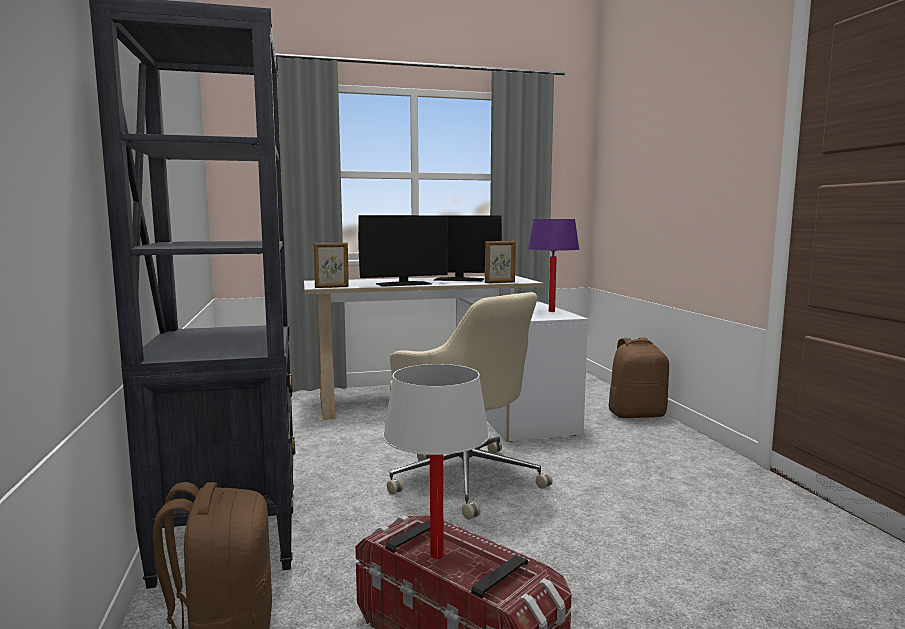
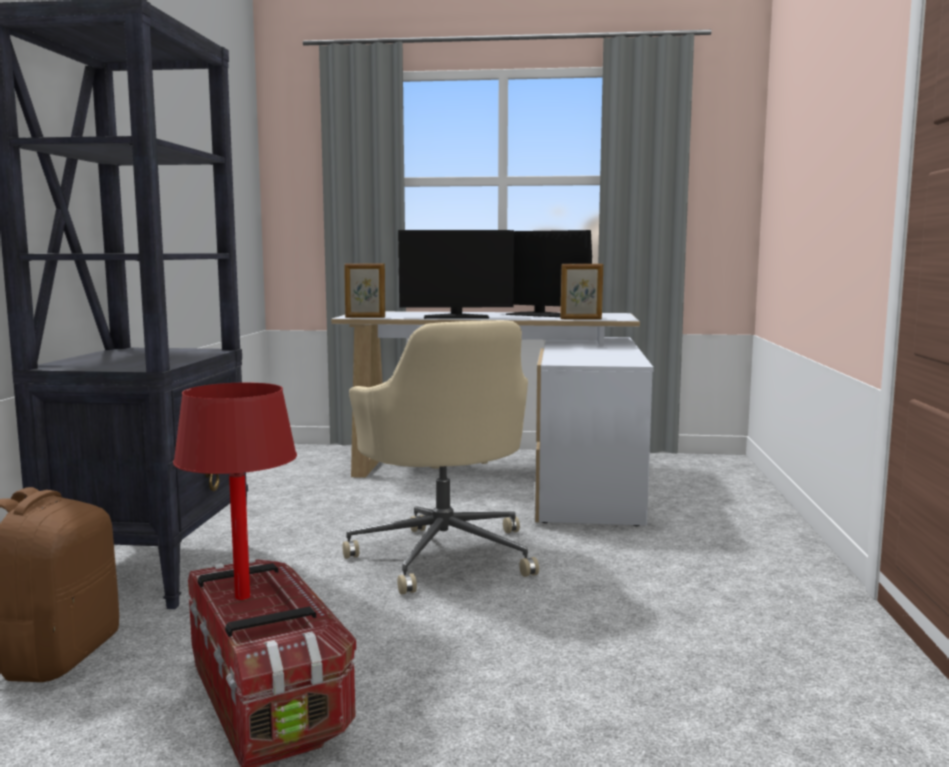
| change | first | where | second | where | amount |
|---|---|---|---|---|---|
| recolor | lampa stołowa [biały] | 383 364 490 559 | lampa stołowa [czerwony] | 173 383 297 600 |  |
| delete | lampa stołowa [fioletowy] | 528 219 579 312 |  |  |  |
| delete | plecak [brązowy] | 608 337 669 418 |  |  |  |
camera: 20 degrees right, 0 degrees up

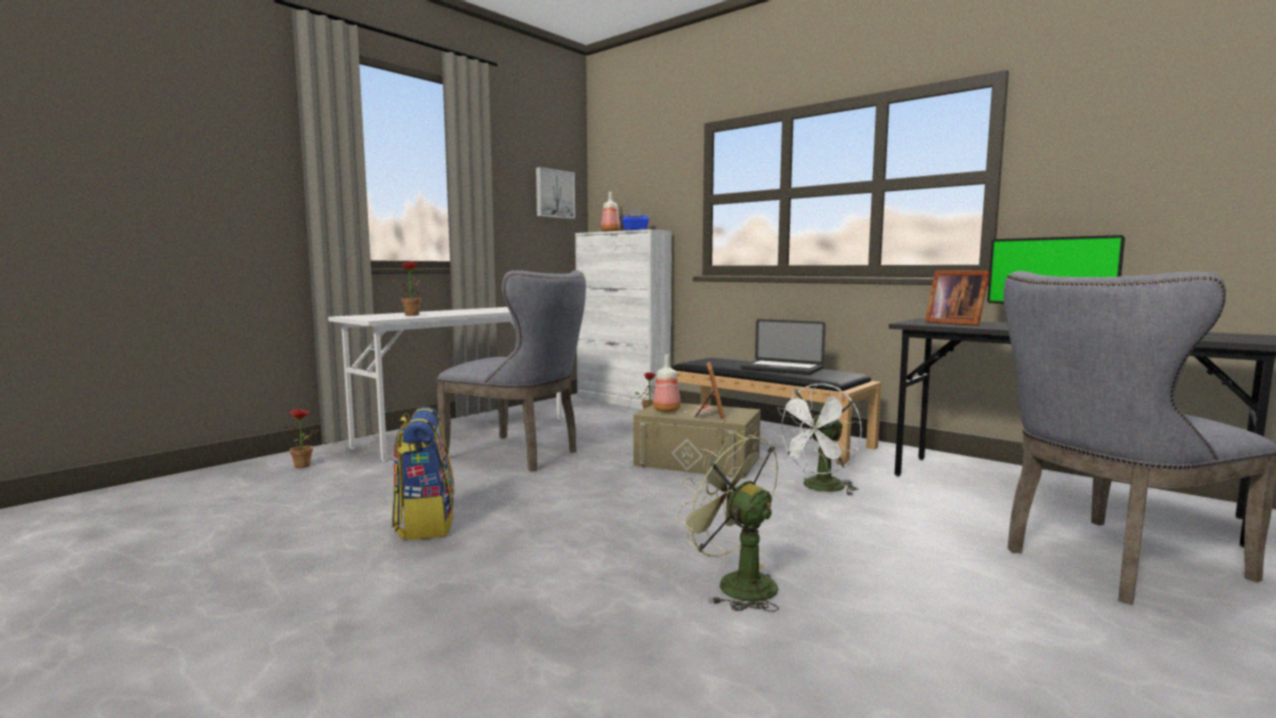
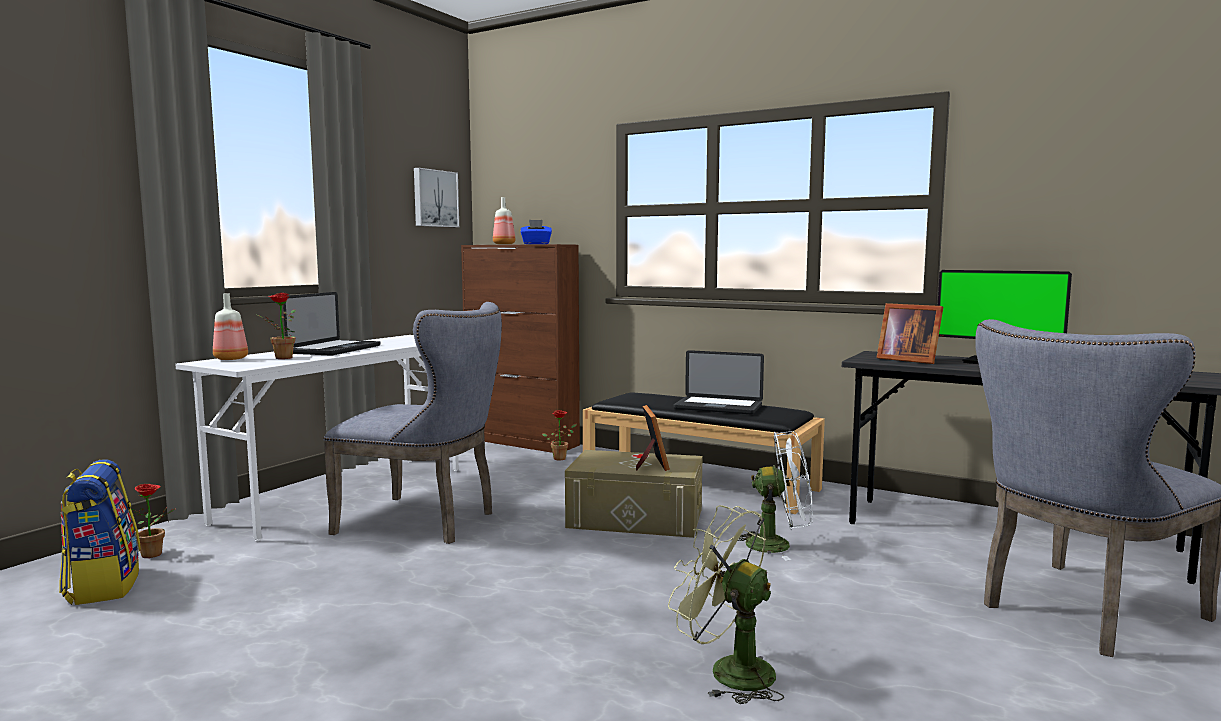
| change | first | where | second | where | amount |
|---|---|---|---|---|---|
| move | plecak | 391 407 455 540 |  | 59 459 141 605 |  |
| recolor | szafka [biały] | 575 229 672 409 | szafka [brązowy] | 461 244 580 453 |  |
| move | butelka | 653 354 681 412 |  | 213 294 248 360 |  |
| rotate | wentylator [biały] | 774 383 862 496 |  | 738 431 813 560 | 120 degrees counterclockwise |
| insert |  |  | laptop | 283 292 380 356 |  |
camera: 10 degrees left, 0 degrees up

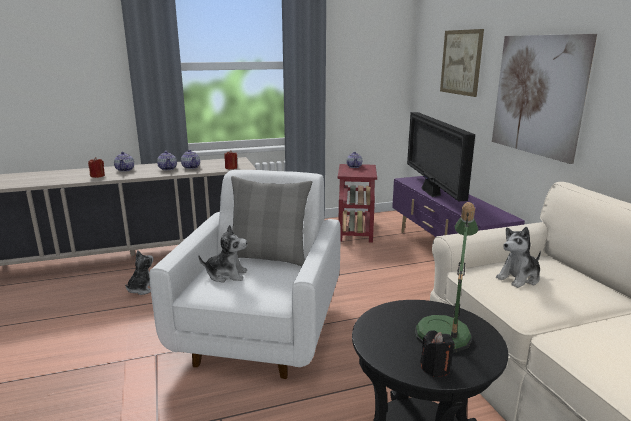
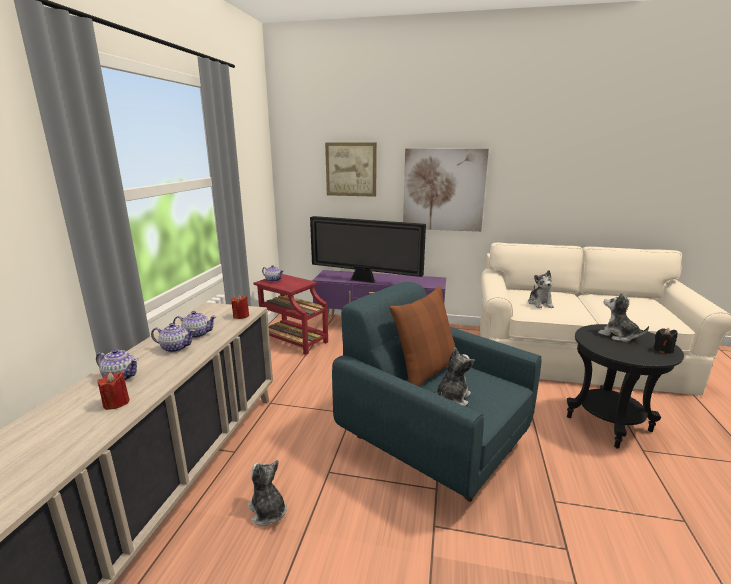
| change | first | where | second | where | amount |
|---|---|---|---|---|---|
| recolor | fotel [biały] | 149 170 341 379 | fotel [niebieski] | 332 282 541 502 |  |
| recolor | poduszka [szary] | 231 176 312 266 | poduszka [brązowy] | 389 286 456 386 |  |
| replace | lampa stołowa | 414 202 478 352 | pluszak | 598 292 649 342 |  |
camera: 60 degrees left, 0 degrees up

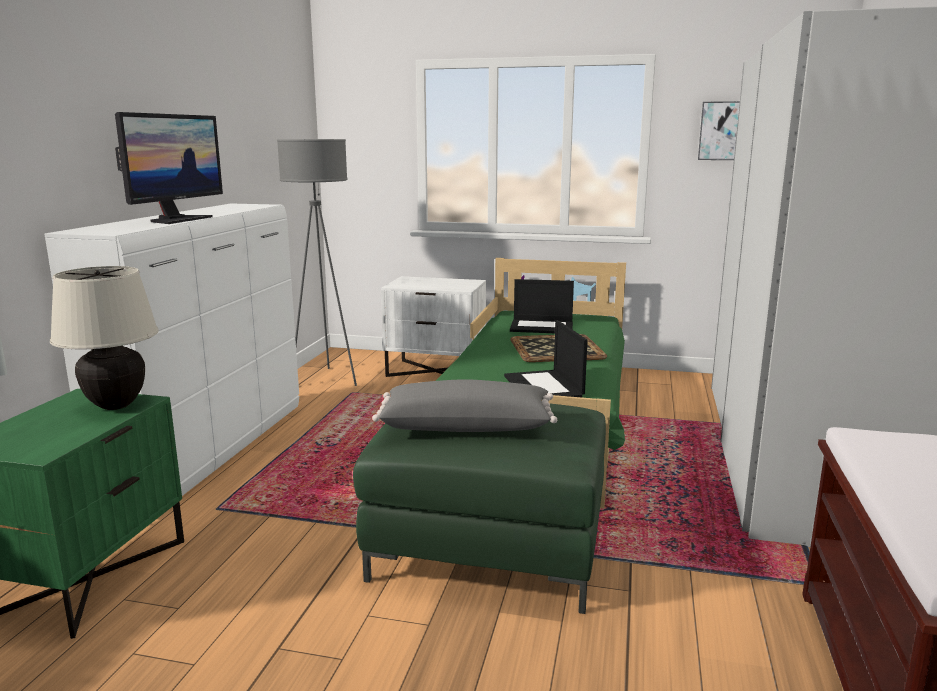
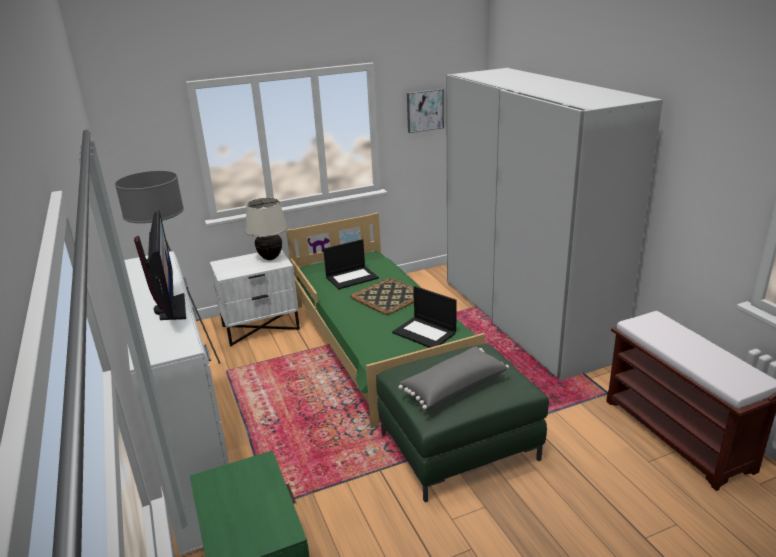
| change | first | where | second | where | amount |
|---|---|---|---|---|---|
| move | lampa stołowa [beżowy] | 50 266 159 410 |  | 245 198 288 260 |  |
camera: 35 degrees left, 10 degrees up

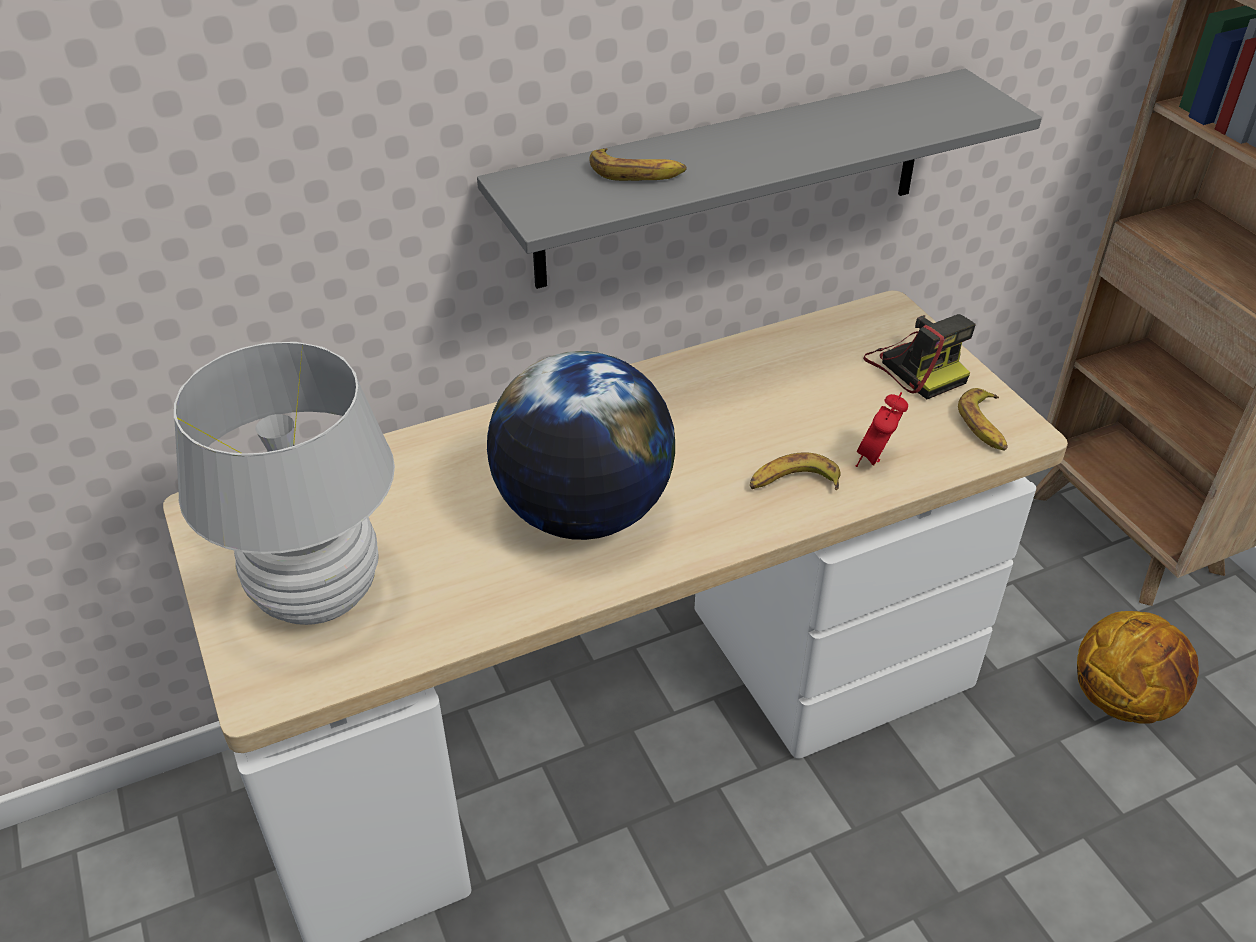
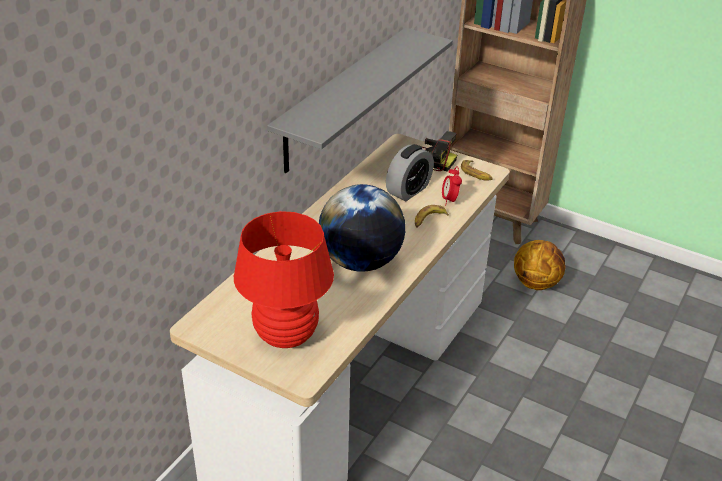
| change | first | where | second | where | amount |
|---|---|---|---|---|---|
| recolor | lampa stołowa [biały] | 174 342 395 625 | lampa stołowa [czerwony] | 234 211 334 348 |  |
| delete | banan | 590 148 687 181 |  |  |  |
| insert |  |  | budzik | 386 144 434 201 |  |
camera: 35 degrees left, 5 degrees down

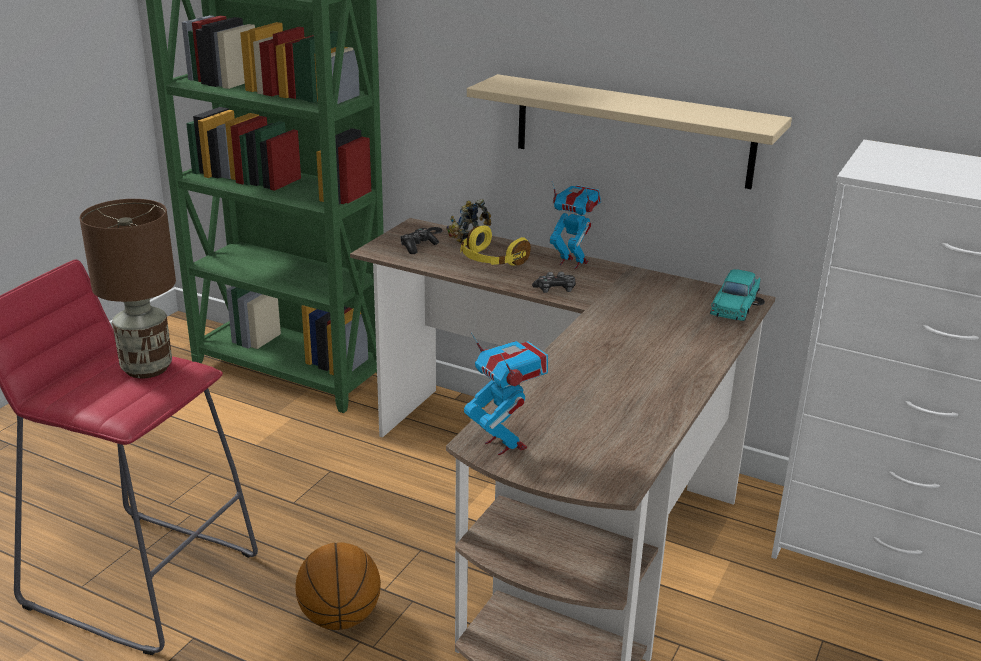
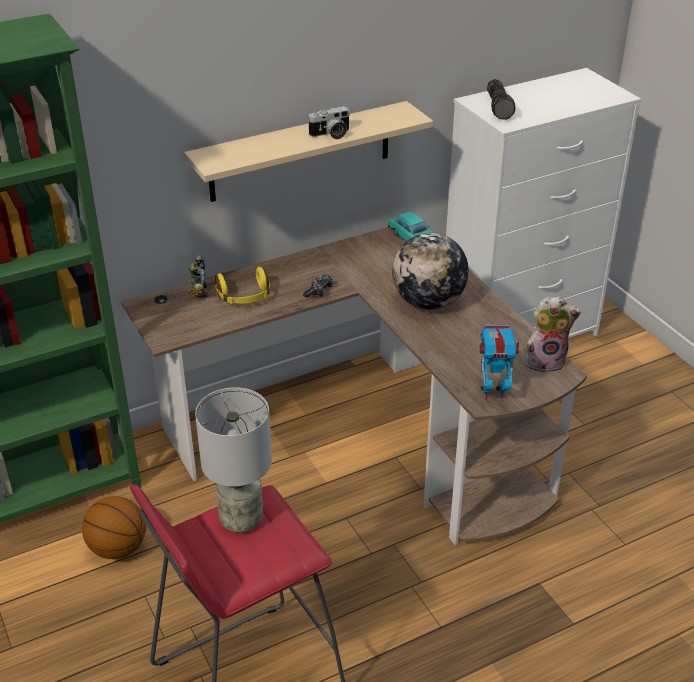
| change | first | where | second | where | amount |
|---|---|---|---|---|---|
| recolor | lampa stołowa [brązowy] | 80 199 176 378 | lampa stołowa [szary] | 195 387 272 533 |  |
| move | piłka do koszykówki | 295 542 381 630 |  | 82 496 146 559 |  |
| delete | pad do gier | 400 228 439 254 |  |  |  |
| delete | robot zabawkowy | 550 180 601 269 |  |  |  |
| insert |  |  | aparat fotograficzny | 307 106 350 139 |  |
| insert |  |  | globus | 392 233 469 309 |  |
| insert |  |  | latarka | 487 79 515 120 |  |
| insert |  |  | pluszak | 524 296 581 373 |  |
camera: 55 degrees left, 10 degrees up

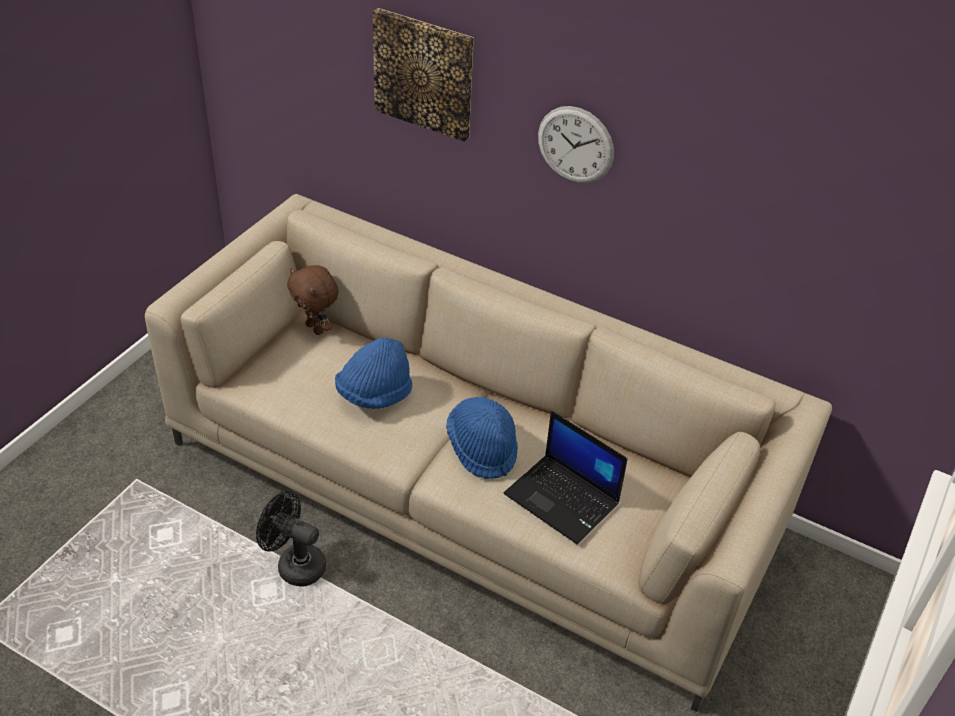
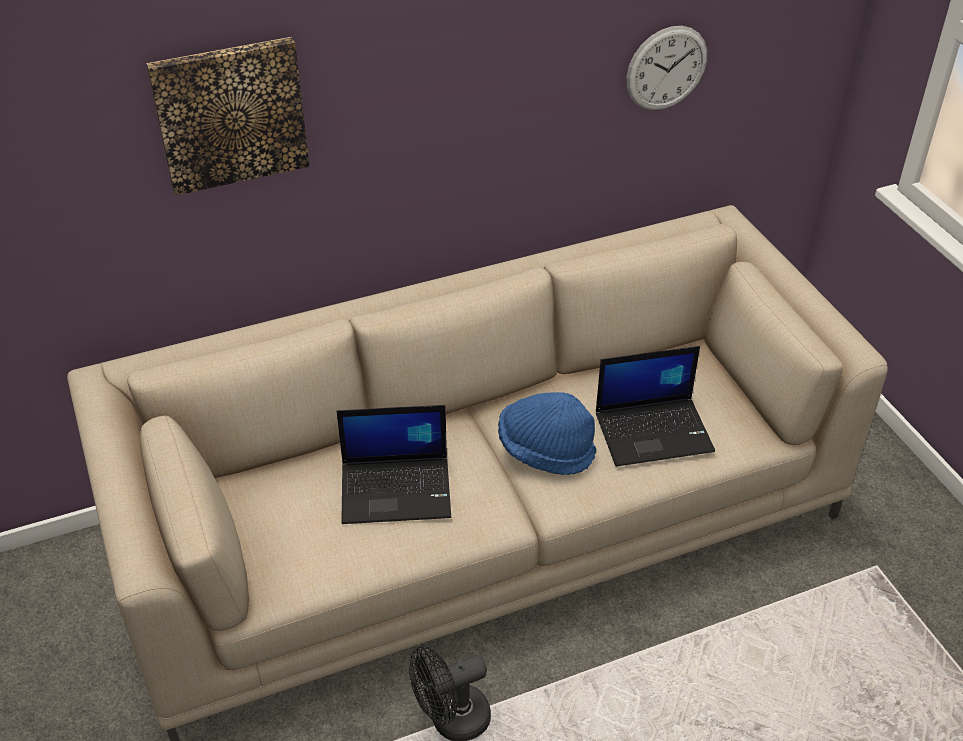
| change | first | where | second | where | amount |
|---|---|---|---|---|---|
| delete | pluszak [brązowy] | 287 265 339 335 |  |  |  |
| replace | kapelusz [niebieski] | 335 337 412 409 | laptop | 337 405 451 524 |  |
| move | zegar ścienny | 538 106 614 184 |  | 626 26 707 111 |  |
camera: 50 degrees left, 0 degrees up

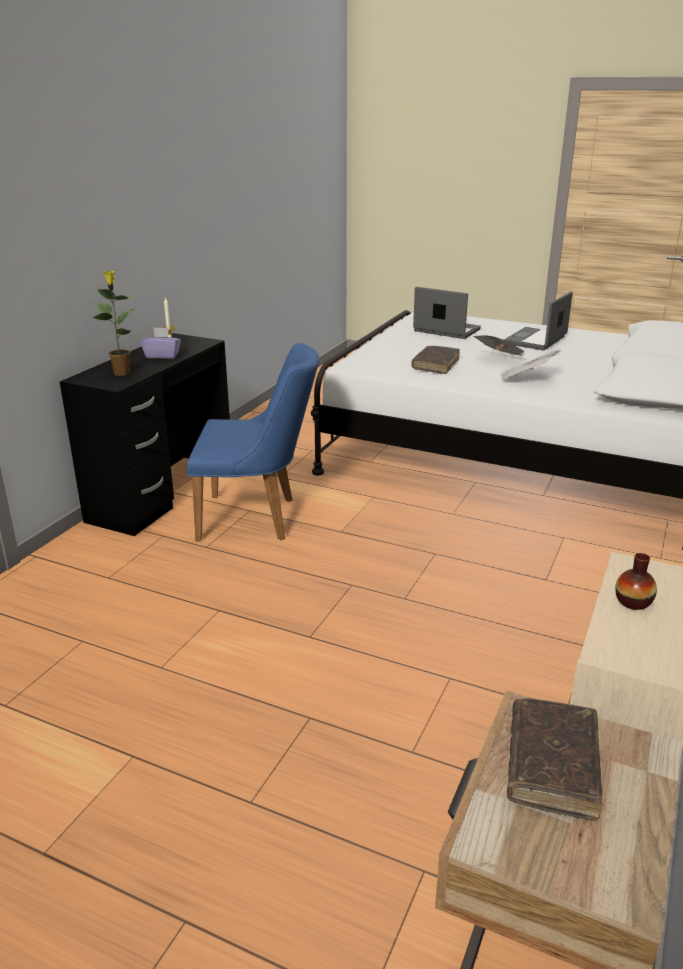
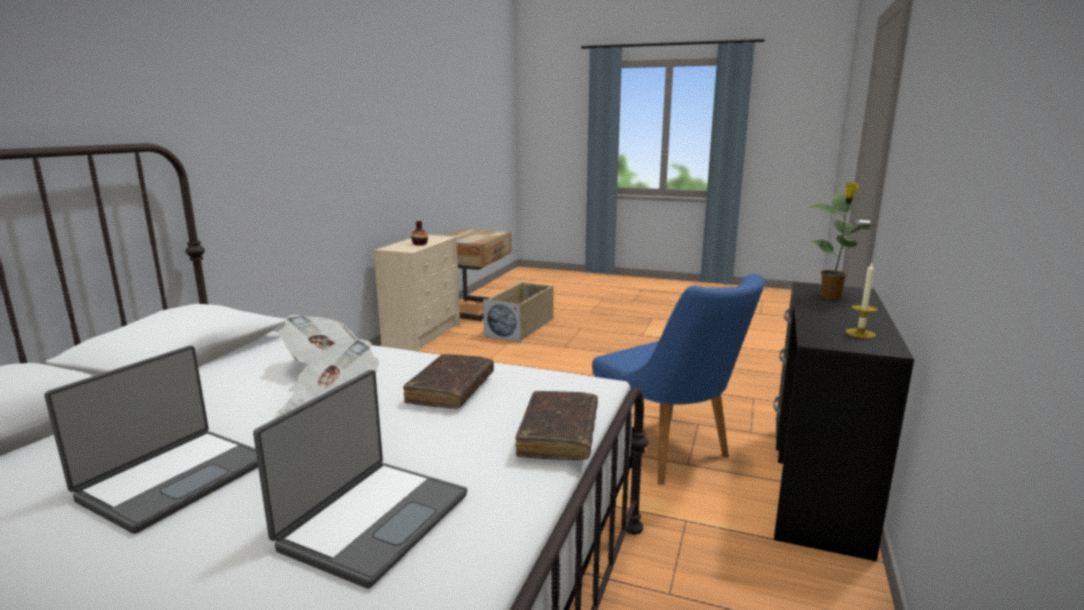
| change | first | where | second | where | amount |
|---|---|---|---|---|---|
| delete | pudełko chusteczek [fioletowy] | 140 327 181 359 |  |  |  |
| rotate | krzesło [niebieski] | 187 343 319 542 |  | 592 274 765 485 | 120 degrees counterclockwise |
| rotate | laptop | 413 287 481 339 |  | 253 370 468 589 | 90 degrees counterclockwise |
| move | książka [brązowy] | 507 698 602 821 |  | 515 391 598 460 |  |
| insert |  |  | pojemnik do przechowywania [beżowy] | 483 282 554 343 |  |
camera: 175 degrees right, 10 degrees down

